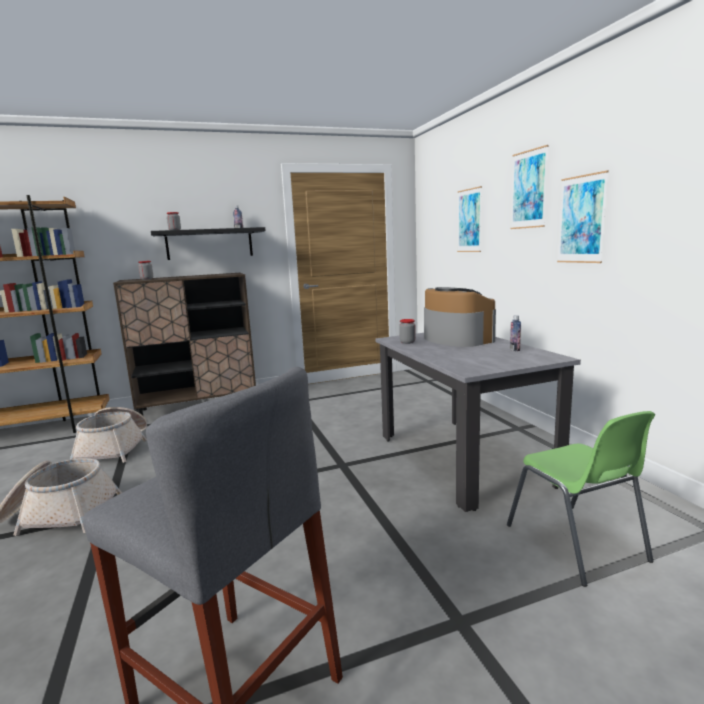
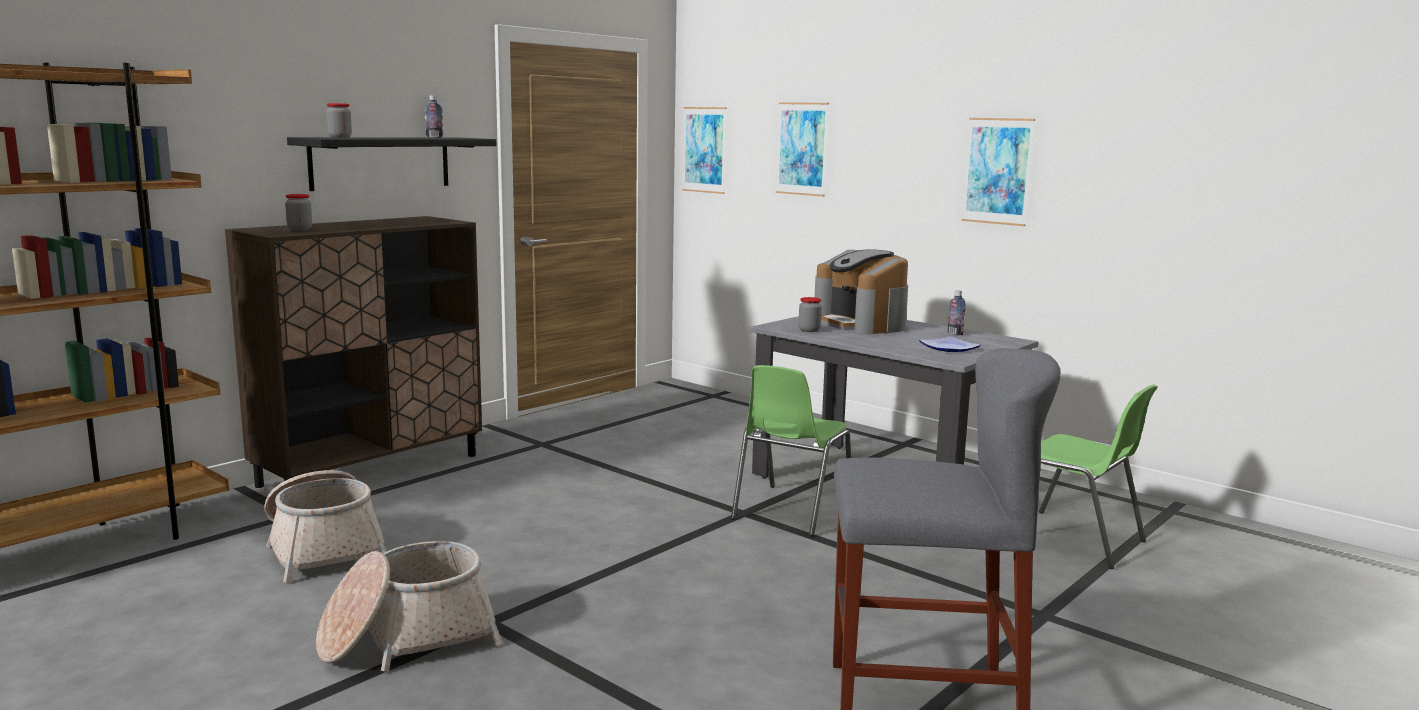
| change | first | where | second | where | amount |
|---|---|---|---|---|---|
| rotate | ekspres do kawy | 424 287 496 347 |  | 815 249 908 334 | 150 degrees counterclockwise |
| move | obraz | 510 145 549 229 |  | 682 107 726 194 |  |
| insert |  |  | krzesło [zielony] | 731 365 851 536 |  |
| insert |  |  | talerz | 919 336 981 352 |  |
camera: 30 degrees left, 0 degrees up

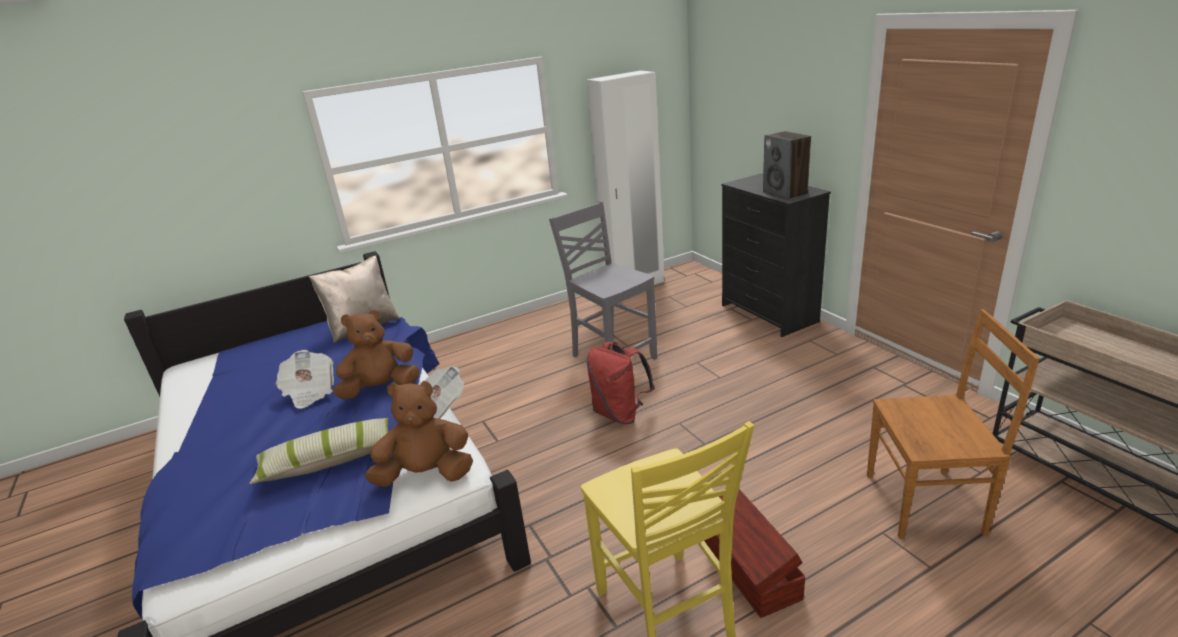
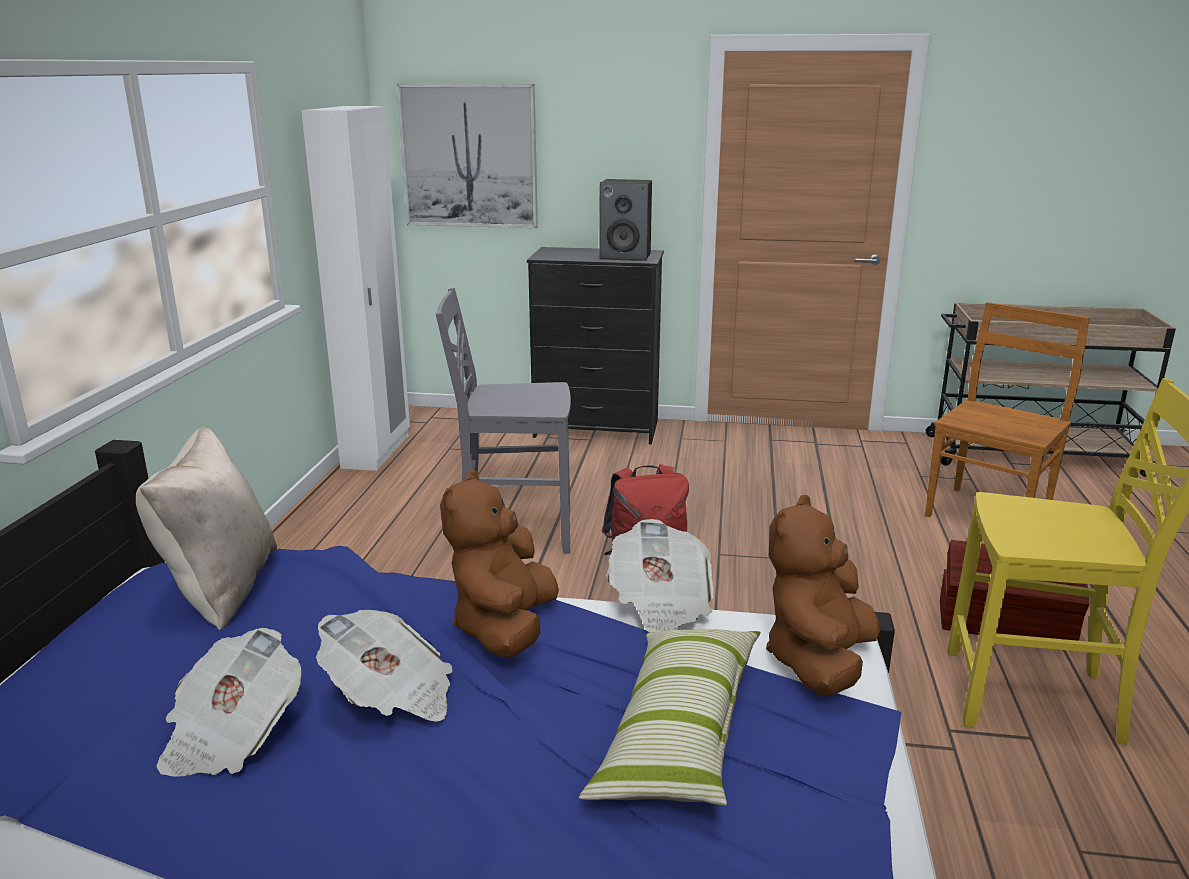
| change | first | where | second | where | amount |
|---|---|---|---|---|---|
| insert |  |  | gazeta | 157 628 301 777 |  |
| insert |  |  | obraz | 397 84 538 228 |  |
camera: 55 degrees left, 5 degrees down

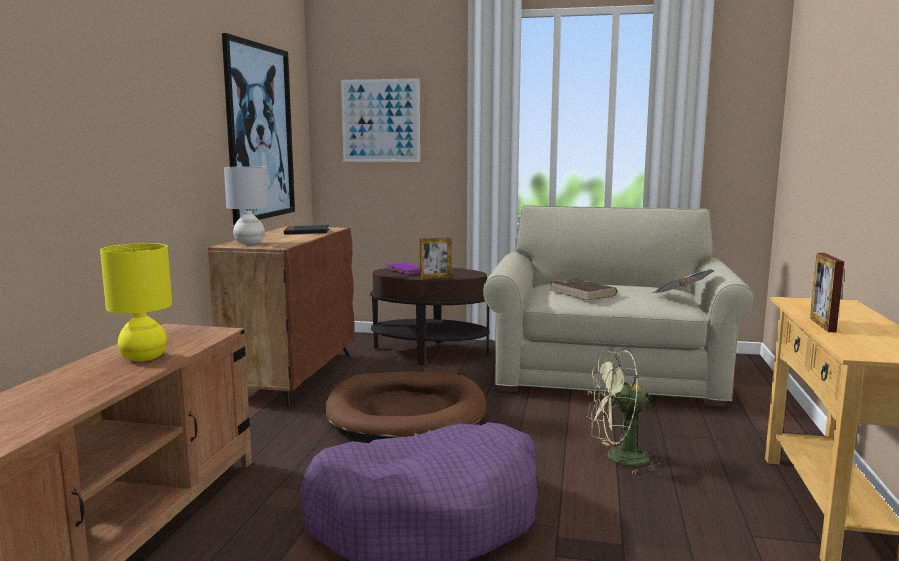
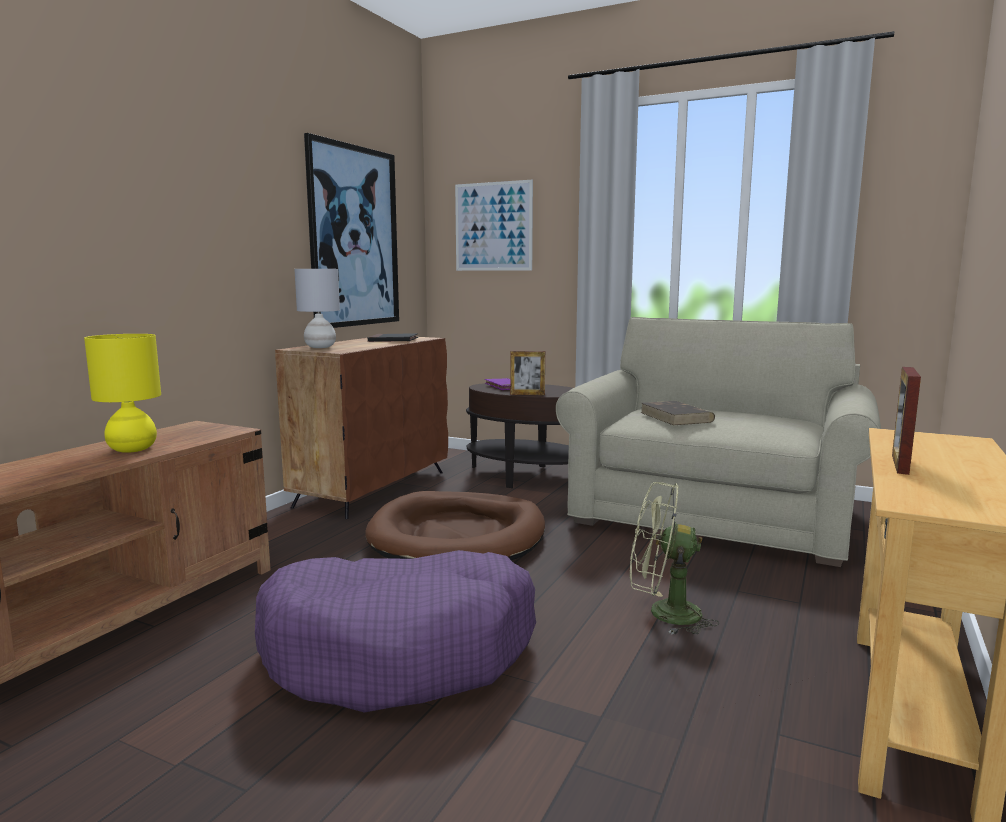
| change | first | where | second | where | amount |
|---|---|---|---|---|---|
| delete | gazeta | 652 269 714 293 |  |  |  |
camera: 15 degrees right, 0 degrees up

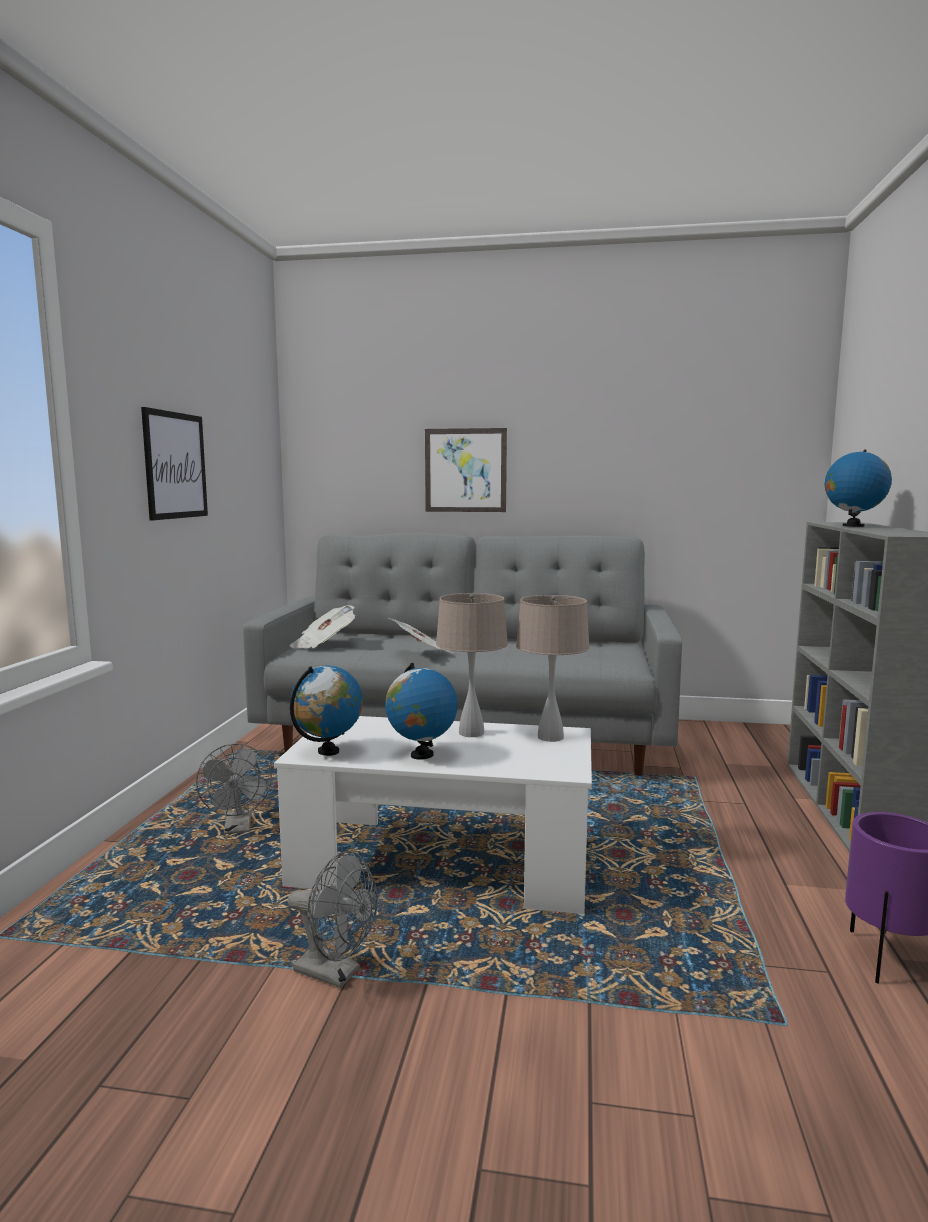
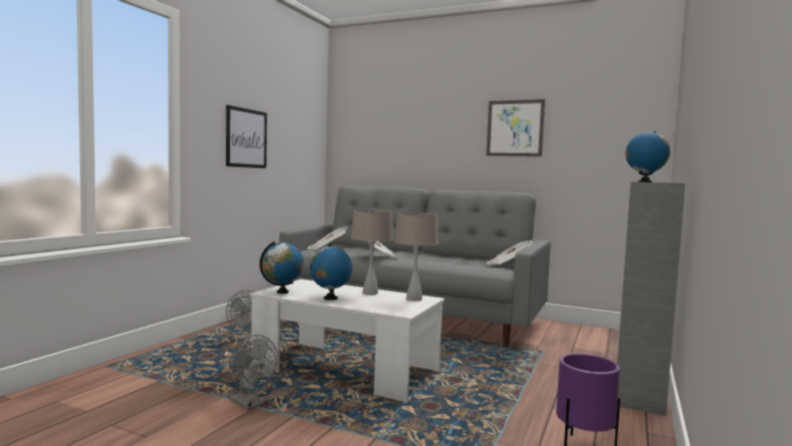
| change | first | where | second | where | amount |
|---|---|---|---|---|---|
| move | obraz | 425 428 507 512 |  | 486 99 545 157 |  |
| insert |  |  | gazeta | 486 240 533 265 |  |
camera: 15 degrees right, 5 degrees down

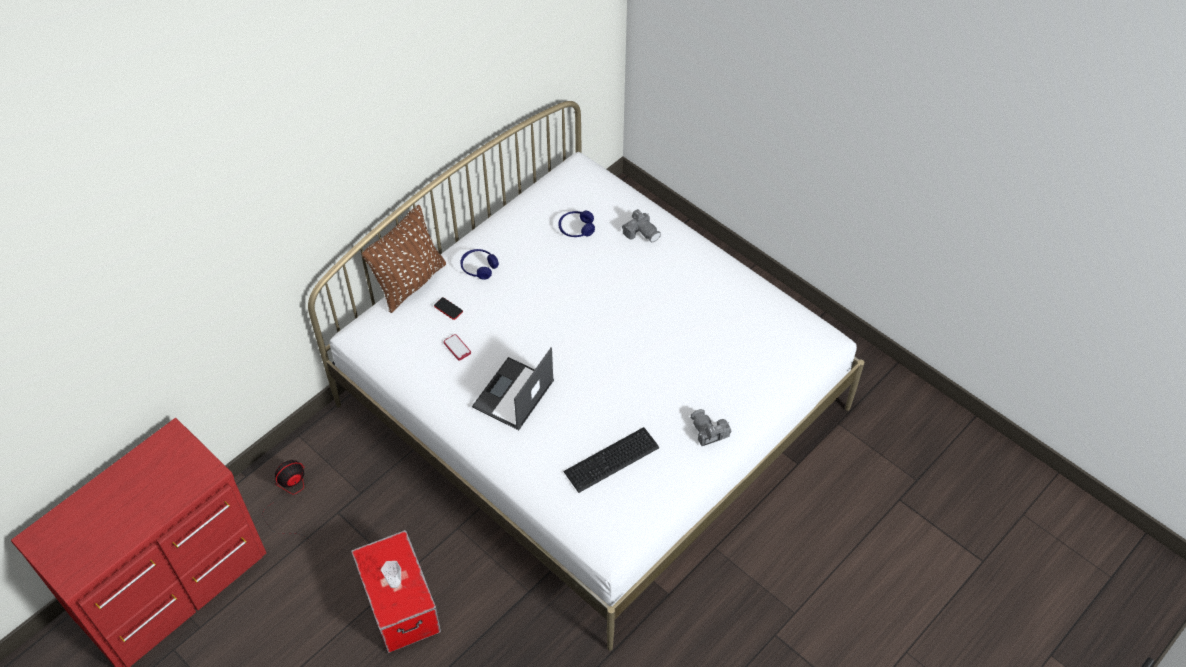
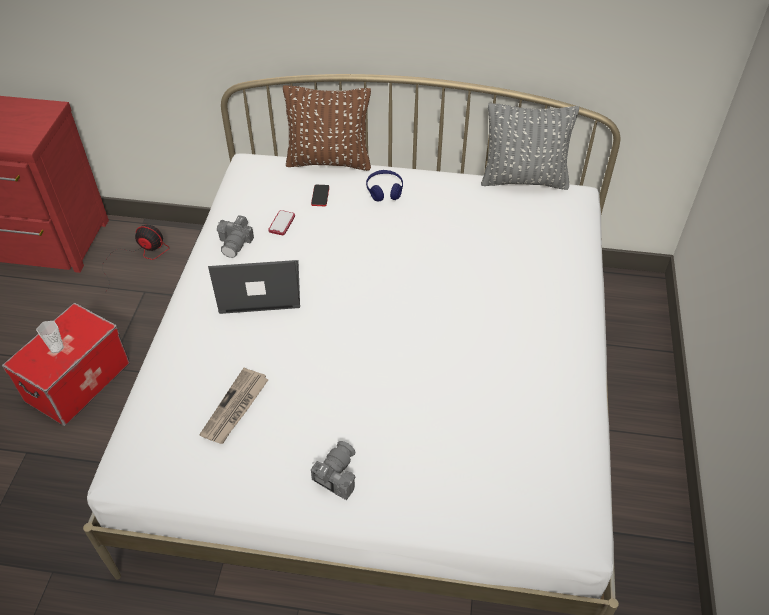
| change | first | where | second | where | amount |
|---|---|---|---|---|---|
| delete | słuchawki [niebieski] | 558 211 595 237 |  |  |  |
| replace | klawiatura | 563 427 659 493 | gazeta | 199 368 269 444 |  |
| move | aparat fotograficzny | 622 209 661 242 |  | 217 215 254 258 |  |
| insert |  |  | poduszka [szary] | 481 103 579 190 |  |
camera: 55 degrees right, 5 degrees down

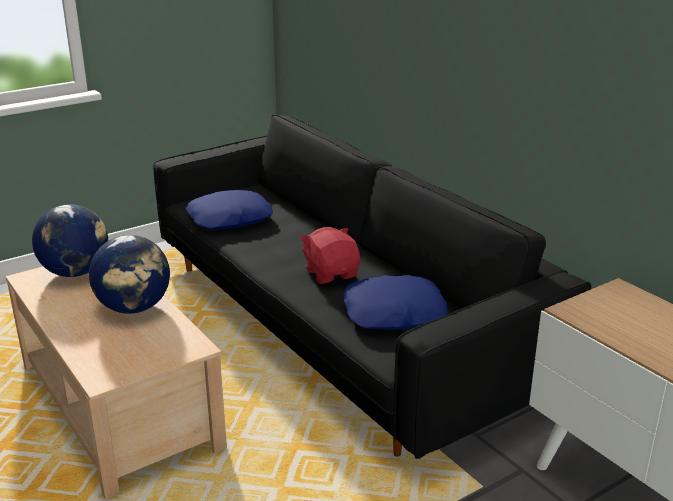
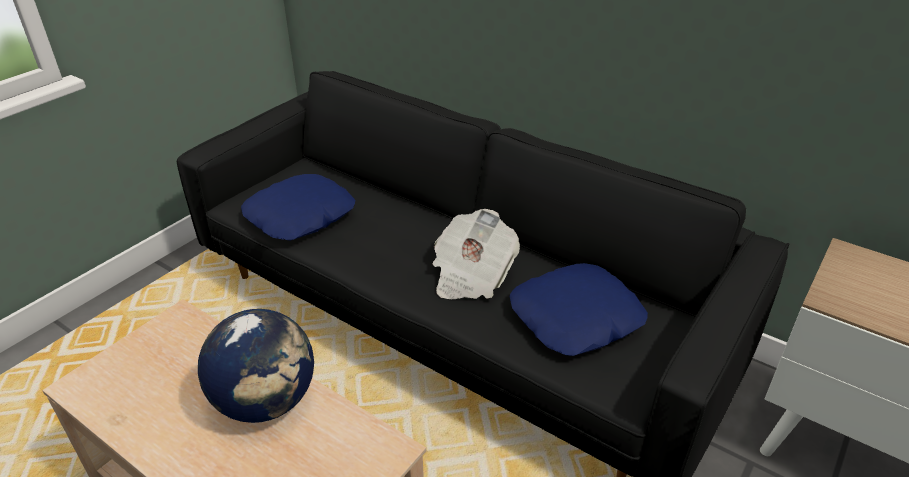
| change | first | where | second | where | amount |
|---|---|---|---|---|---|
| delete | globus | 32 204 108 277 |  |  |  |
| replace | pluszak [czerwony] | 300 227 360 284 | gazeta | 433 209 520 299 |  |
camera: 20 degrees left, 10 degrees up

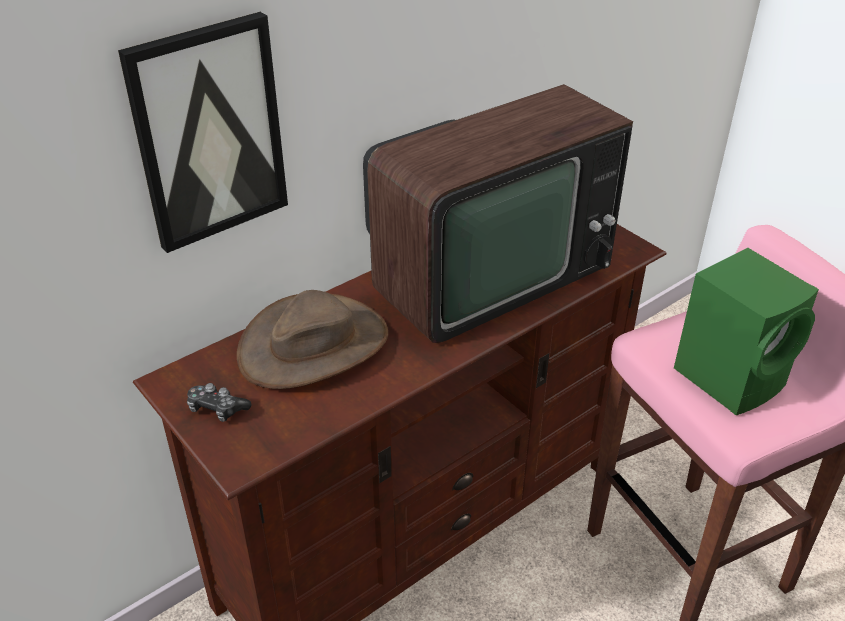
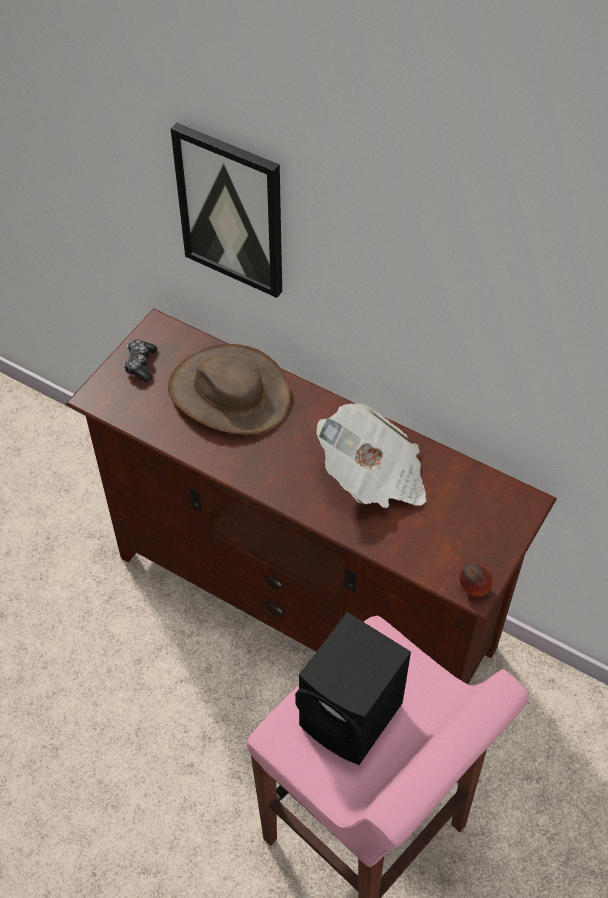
| change | first | where | second | where | amount |
|---|---|---|---|---|---|
| replace | telewizor | 363 84 633 343 | gazeta | 316 403 426 508 |  |
| recolor | głośnik [zielony] | 674 248 819 415 | głośnik [czarny] | 295 612 411 765 |  |
| insert |  |  | jabłko | 459 564 493 597 |  |
camera: 70 degrees right, 15 degrees up

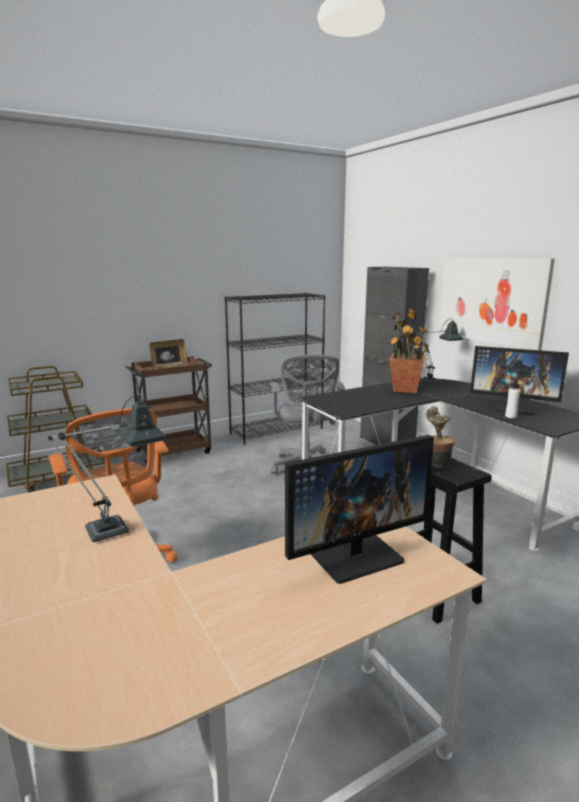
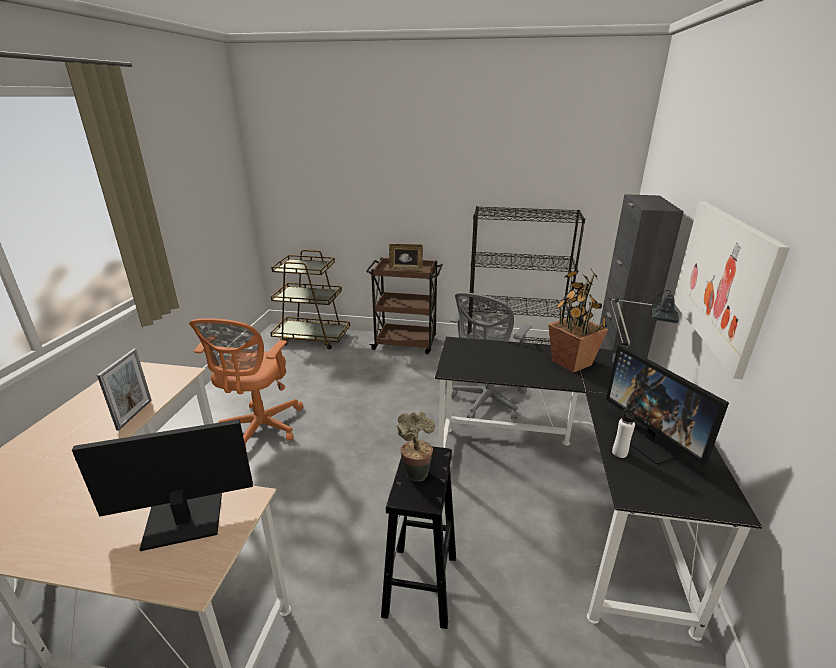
| change | first | where | second | where | amount |
|---|---|---|---|---|---|
| replace | lampa stołowa | 48 396 166 542 | ramka na zdjęcie | 97 349 152 430 |  |
| rotate | monitor | 285 435 434 584 |  | 72 419 253 551 | 150 degrees clockwise |
camera: 40 degrees right, 10 degrees up

